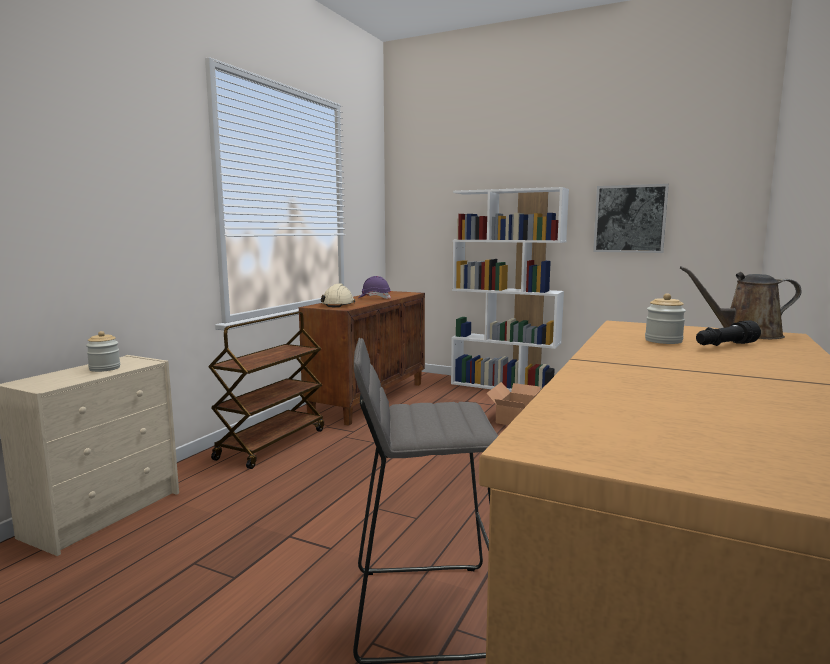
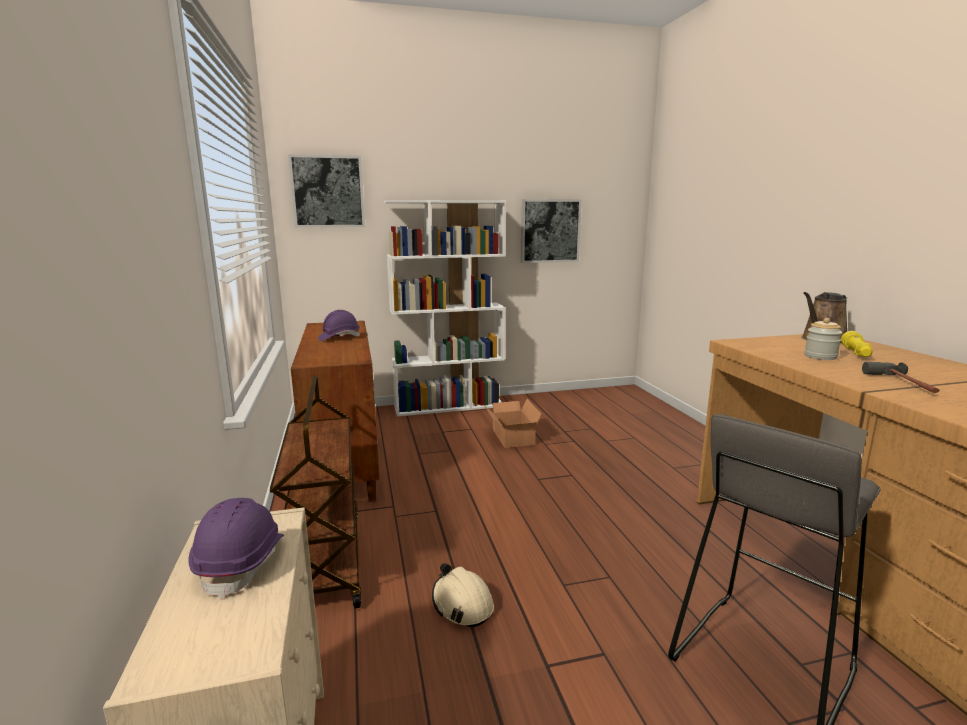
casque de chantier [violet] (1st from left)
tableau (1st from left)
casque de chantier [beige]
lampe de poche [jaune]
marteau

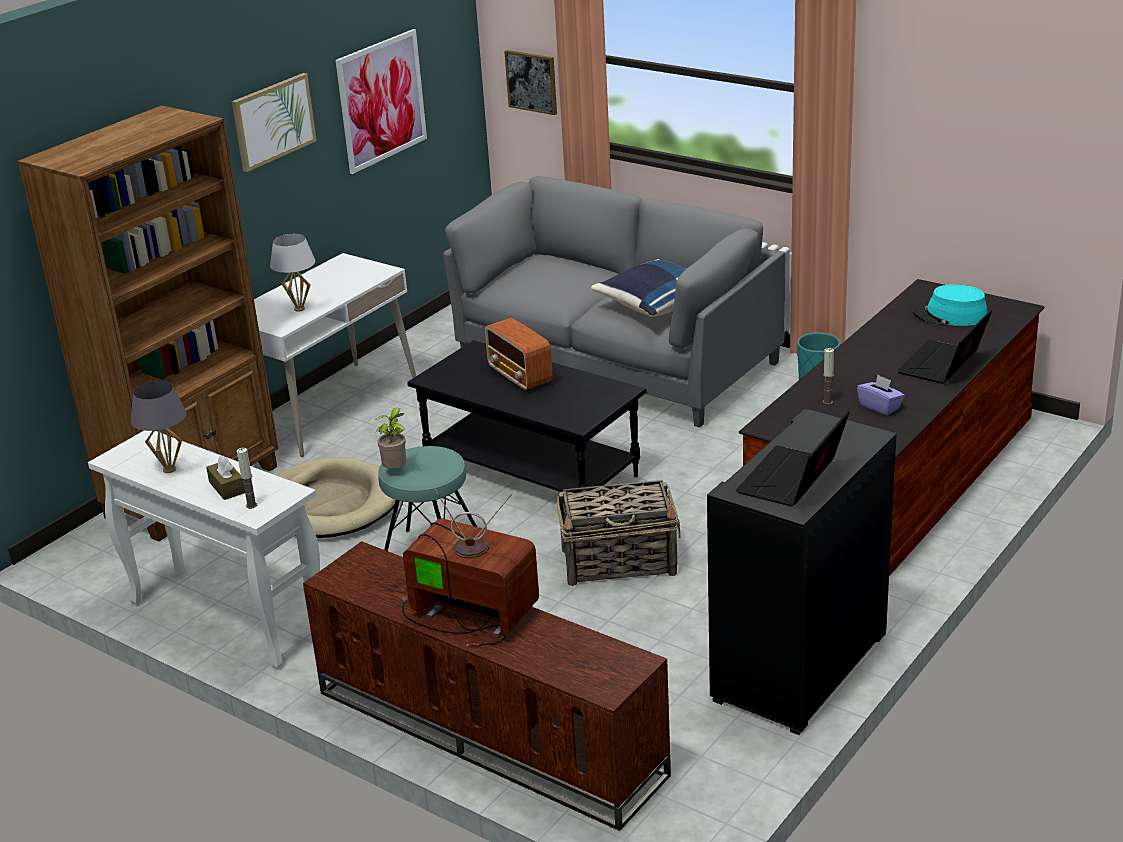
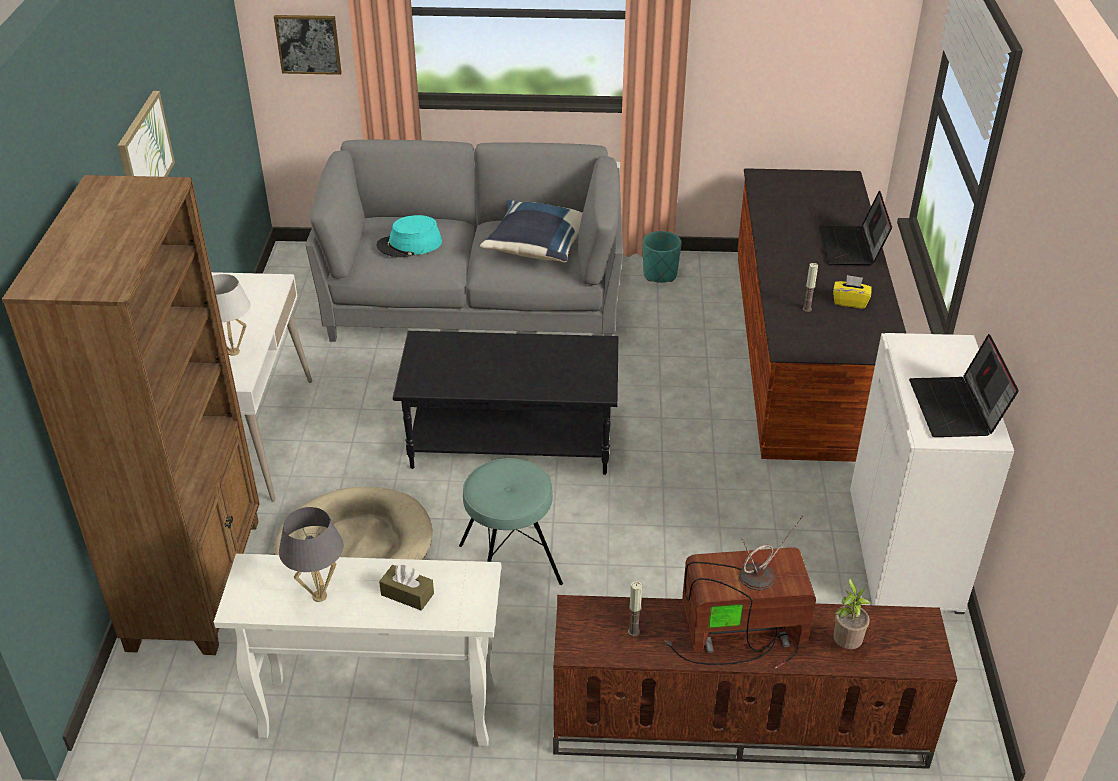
chapeau [turquoise]
bougie (1st from left)
boîte à mouchoirs [jaune]
plante en pot
meuble de rangement [blanc]
tableau (2nd from left in the first image)
radio
panier

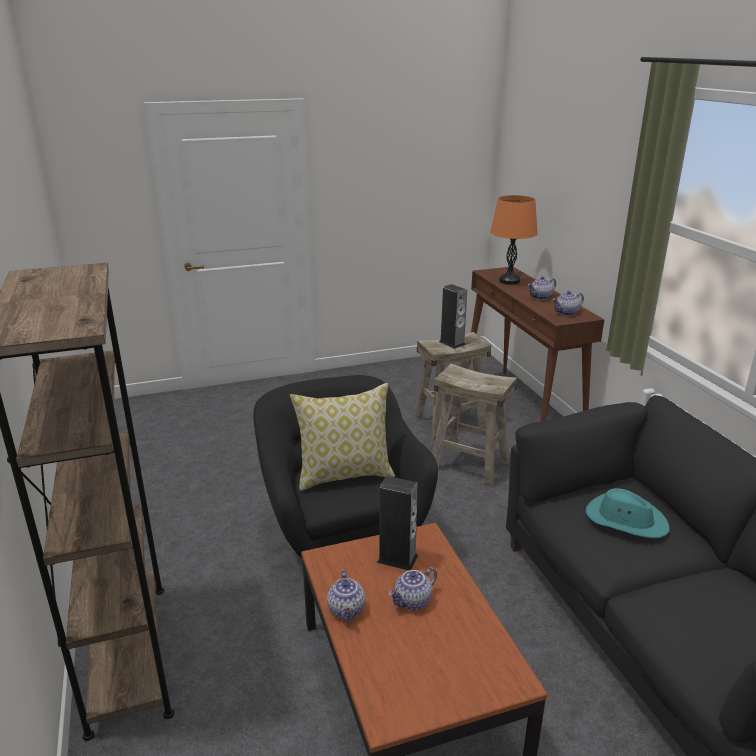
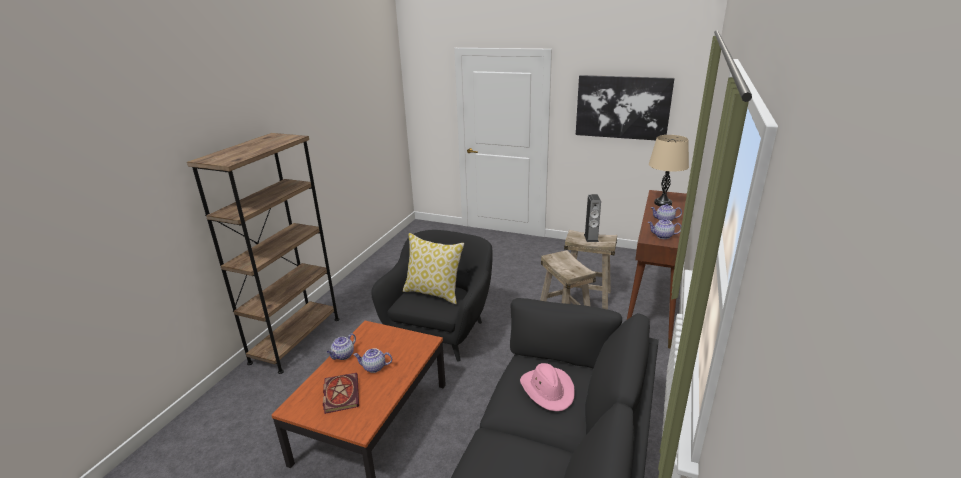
livre
chapeau [rose]
tableau
lampe de table [beige]
enceinte (1st from left in the first image)

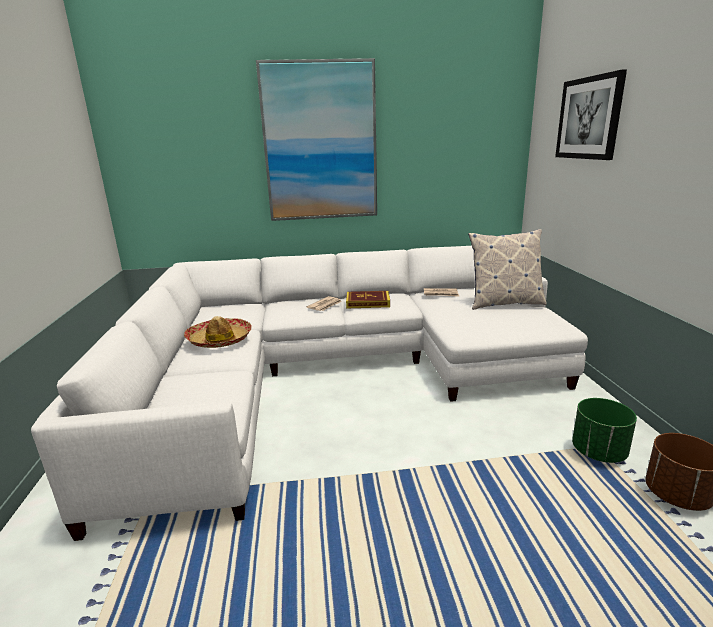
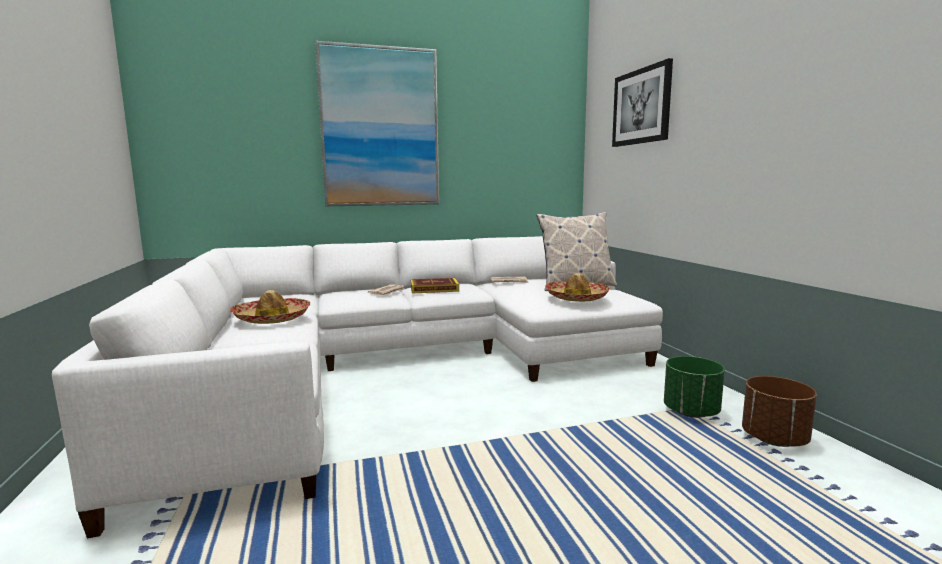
chapeau (2nd from left)

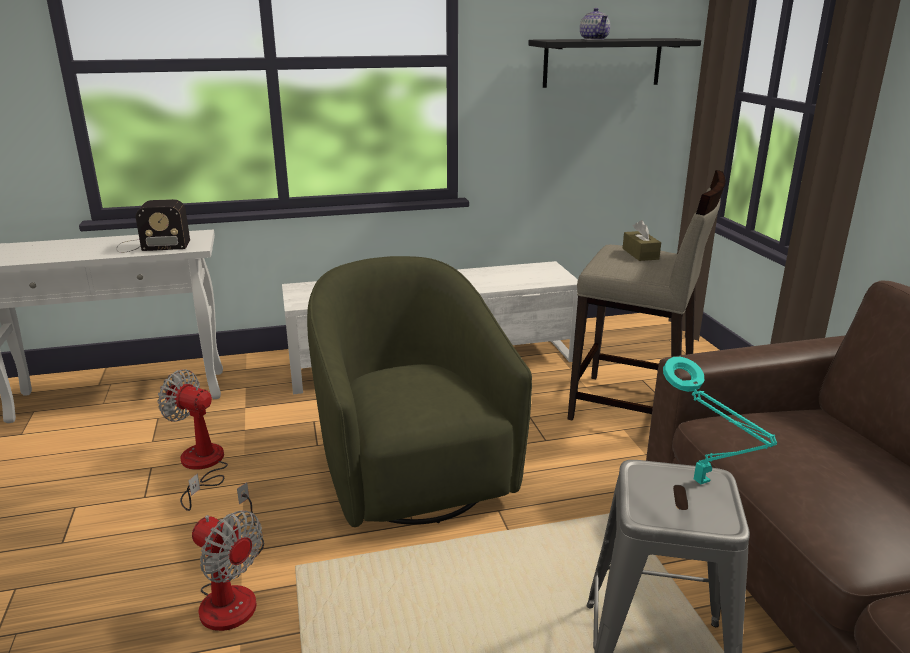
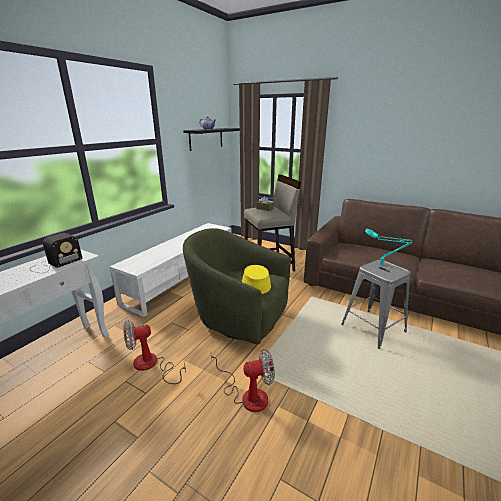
chapeau [jaune]

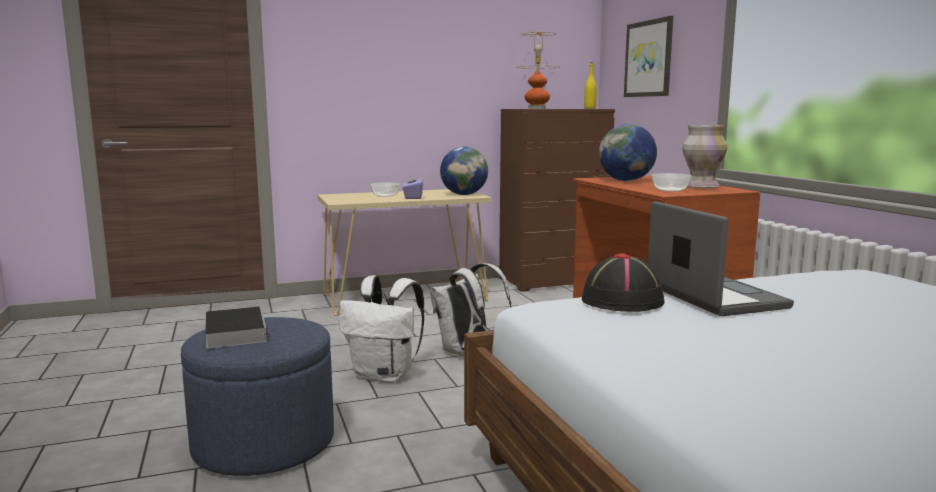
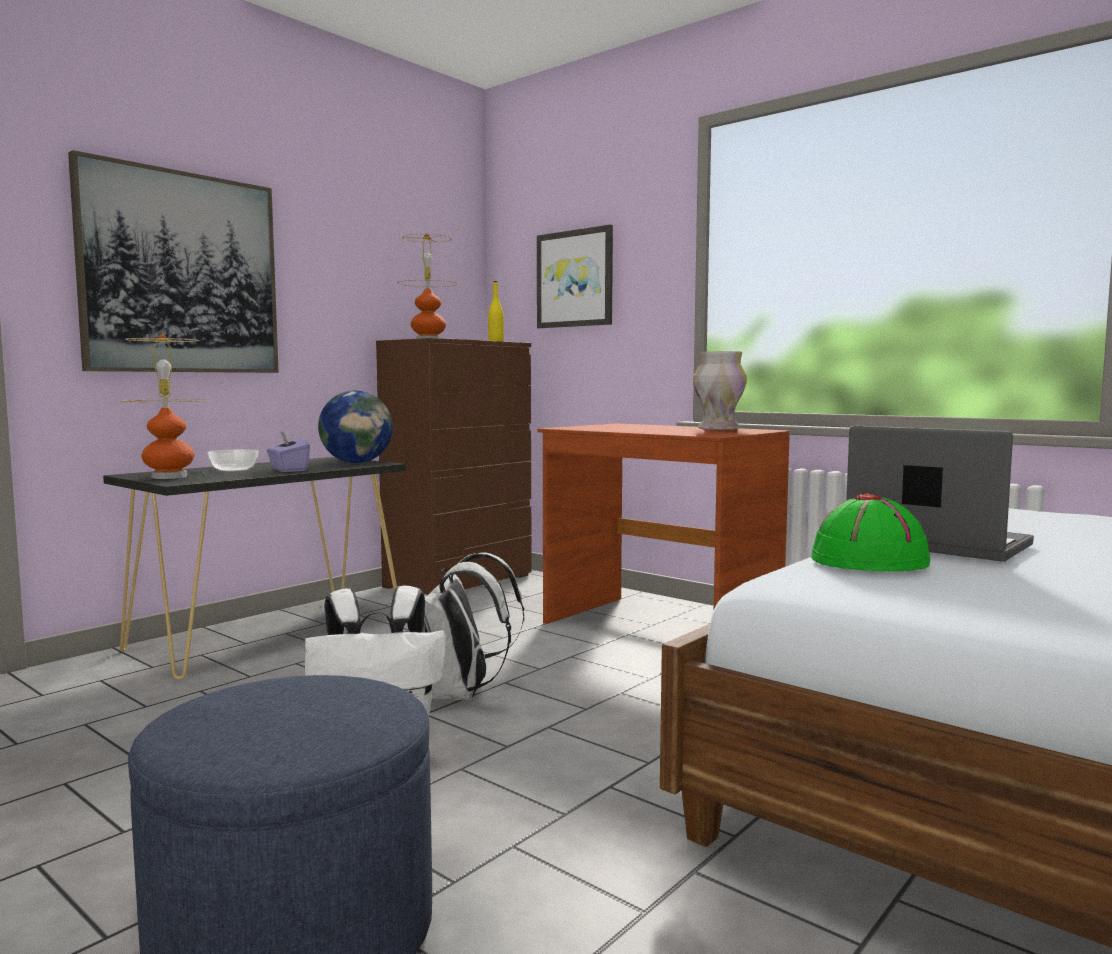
tableau (1st from left)
table console [noir]
lampe de table (1st from left)
chapeau [vert]
livre
globe (2nd from left in the first image)
bol (2nd from left in the first image)

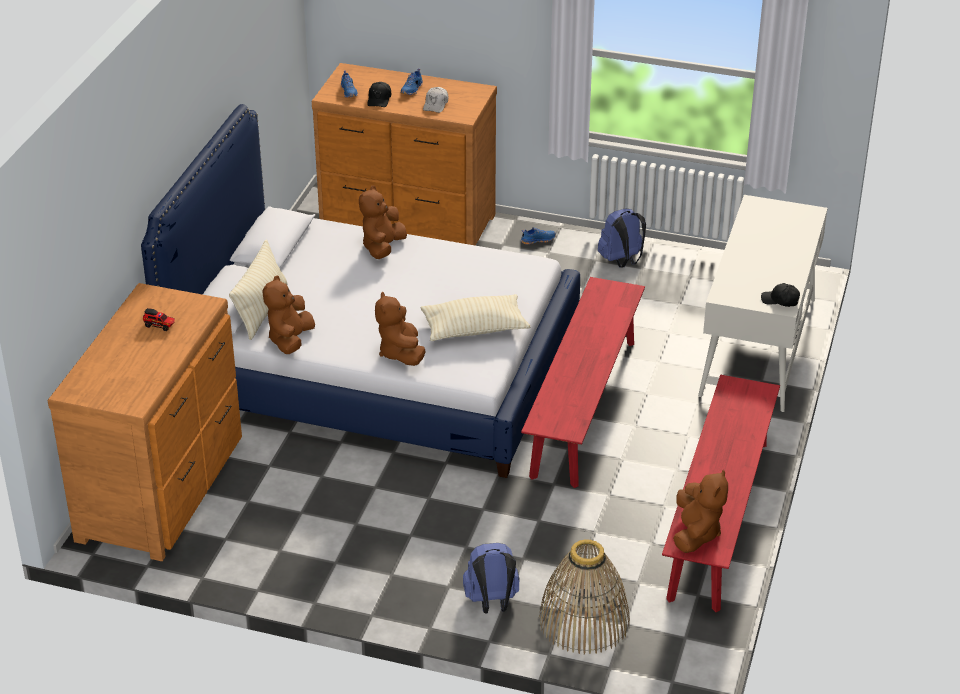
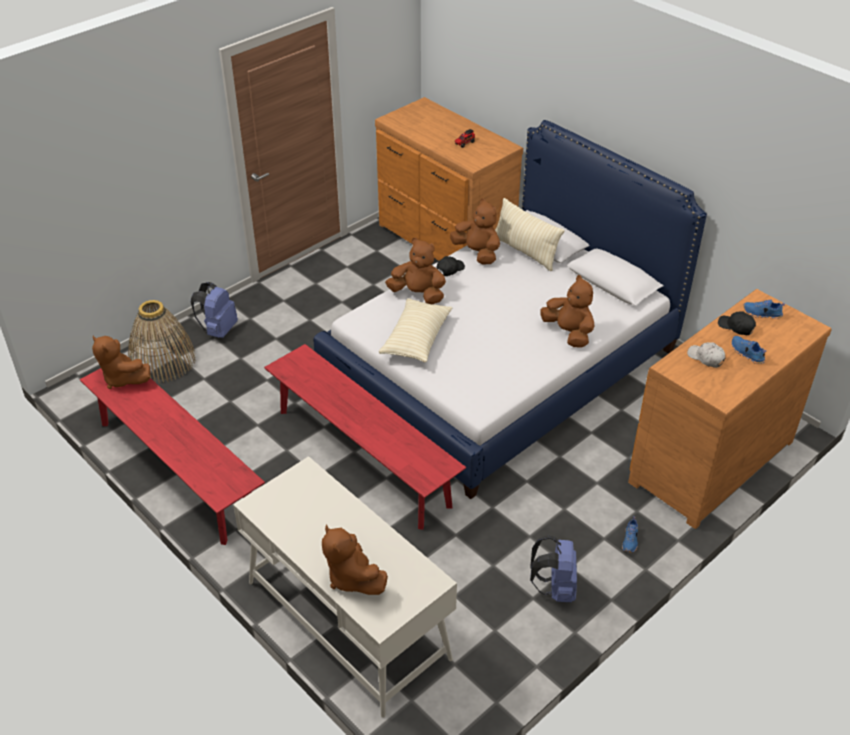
peluche [marron] (2nd from left)
casquette [noir] (1st from left)

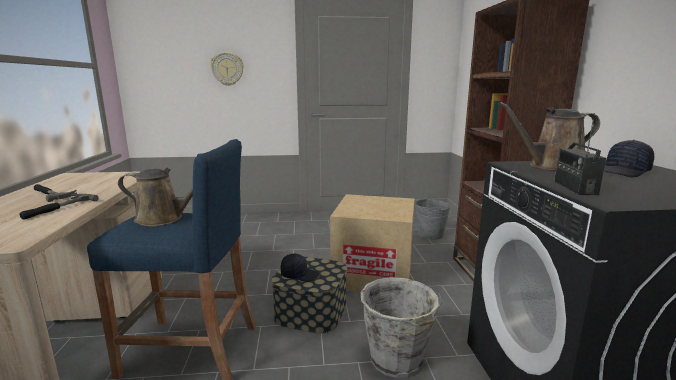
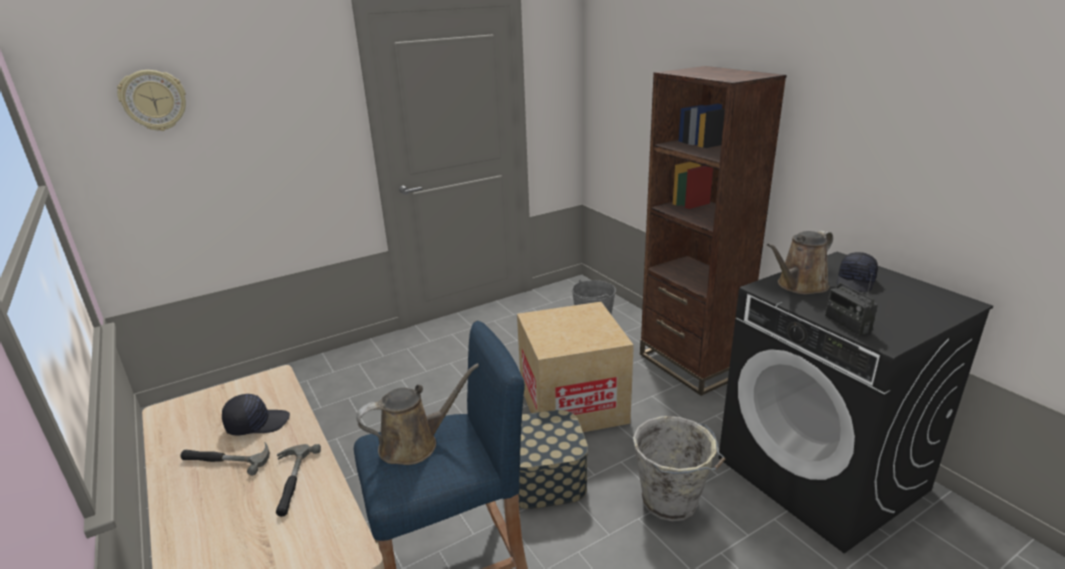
horloge murale
casquette [noir] (1st from left)

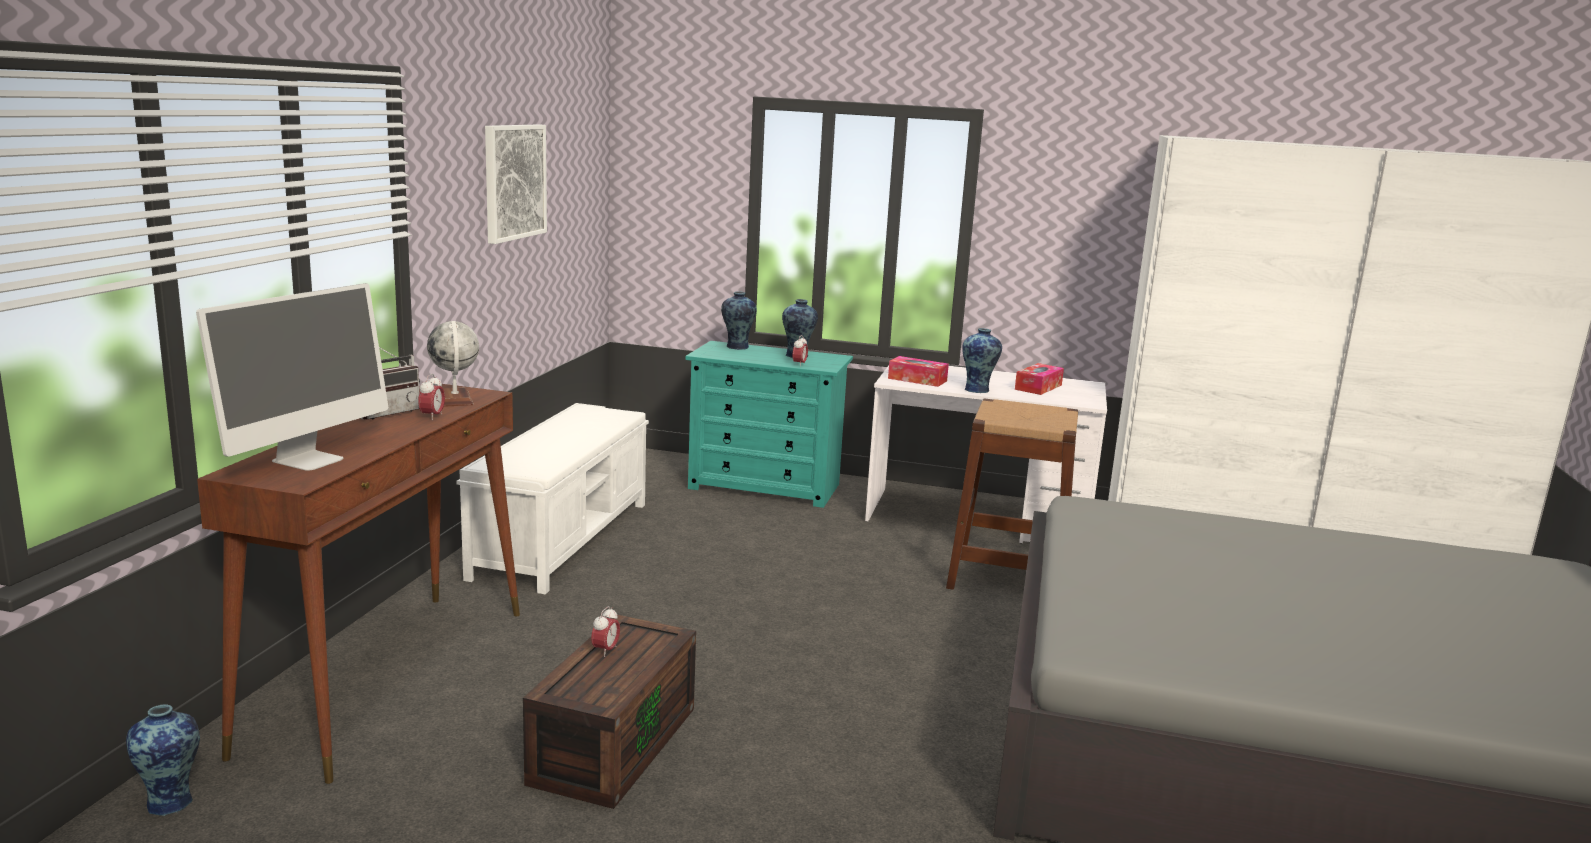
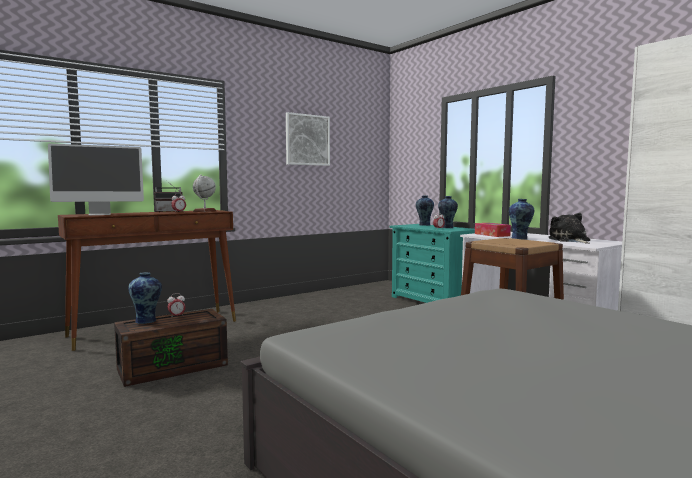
vase (1st from left)
peluche
banc [blanc]

